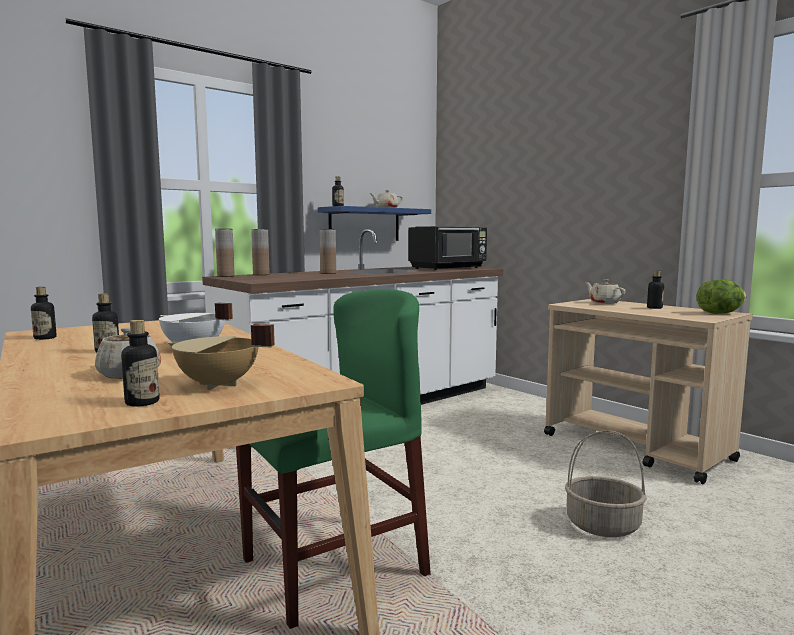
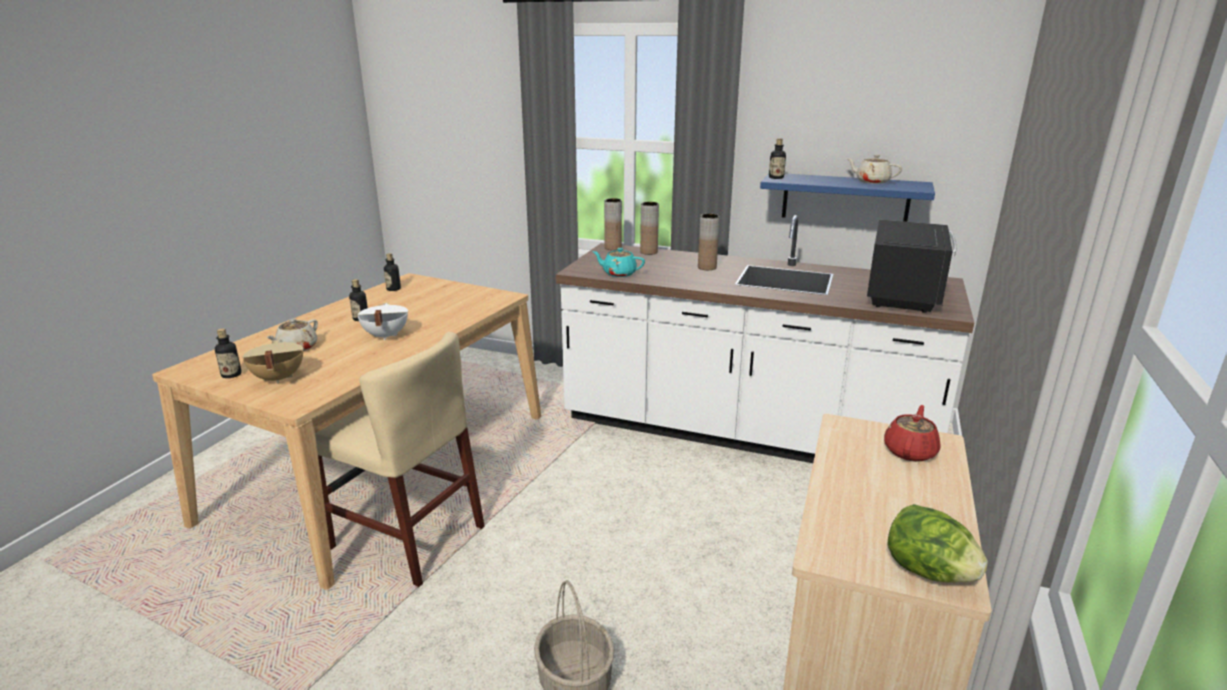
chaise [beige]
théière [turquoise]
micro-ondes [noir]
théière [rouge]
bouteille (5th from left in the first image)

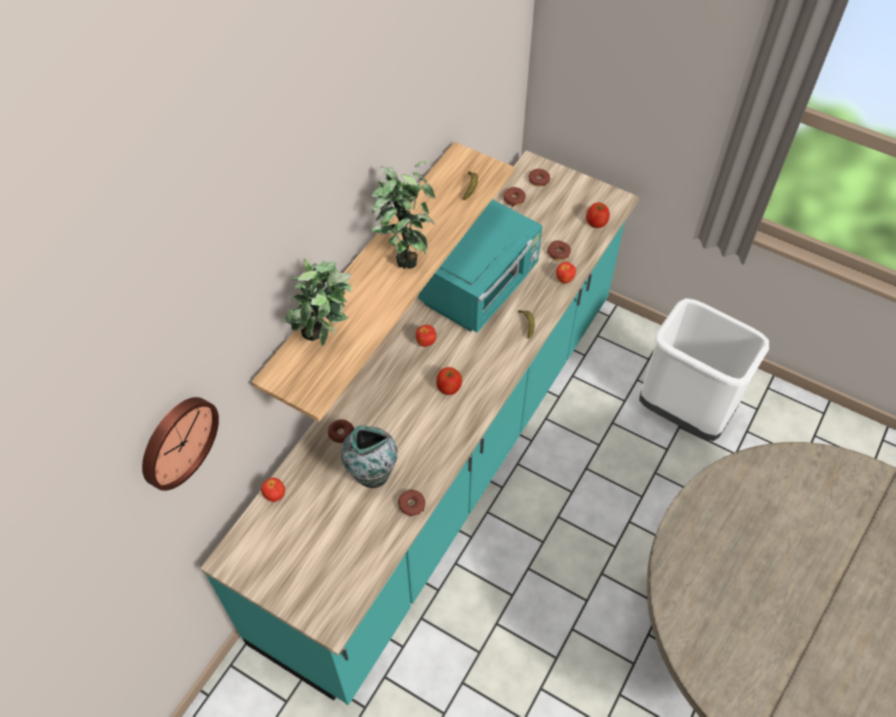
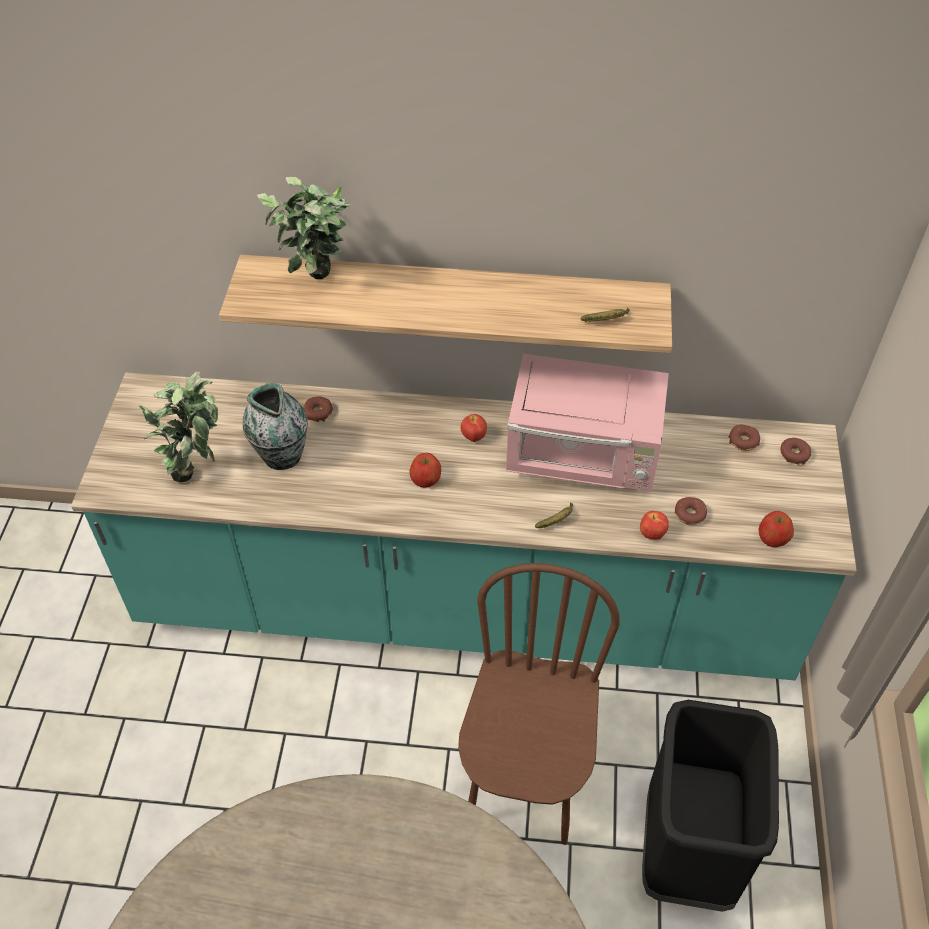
plante en pot (1st from left)
chaise [marron]
micro-ondes [rose]
poubelle [noir]
horloge murale
pomme (1st from left in the first image)
beignet (2nd from left in the first image)

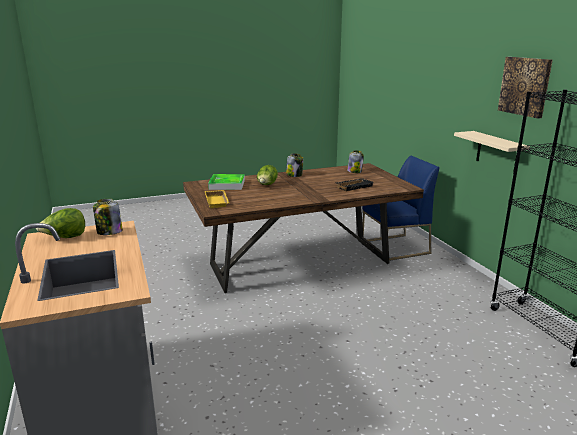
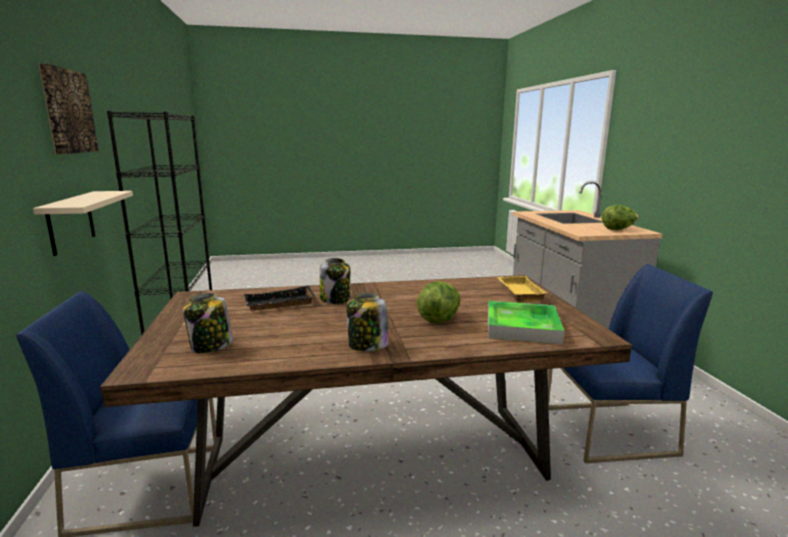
bocal (2nd from left)
chaise [bleu] (2nd from left)

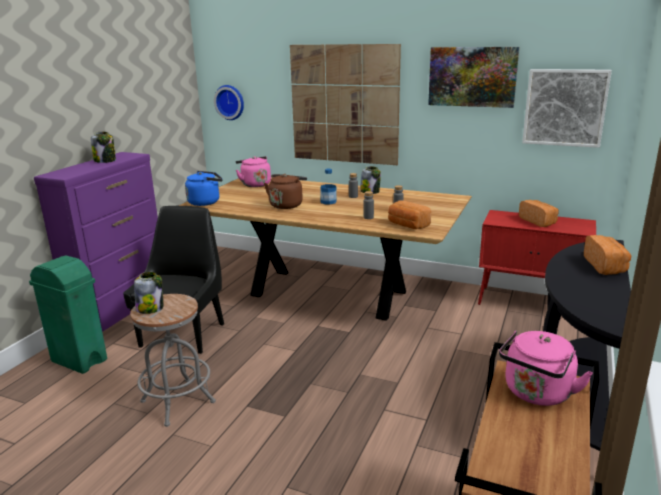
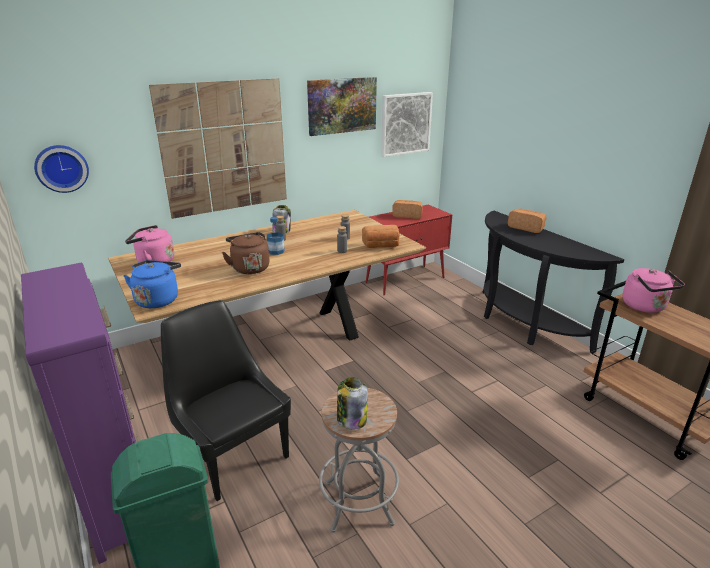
bocal (1st from left in the first image)

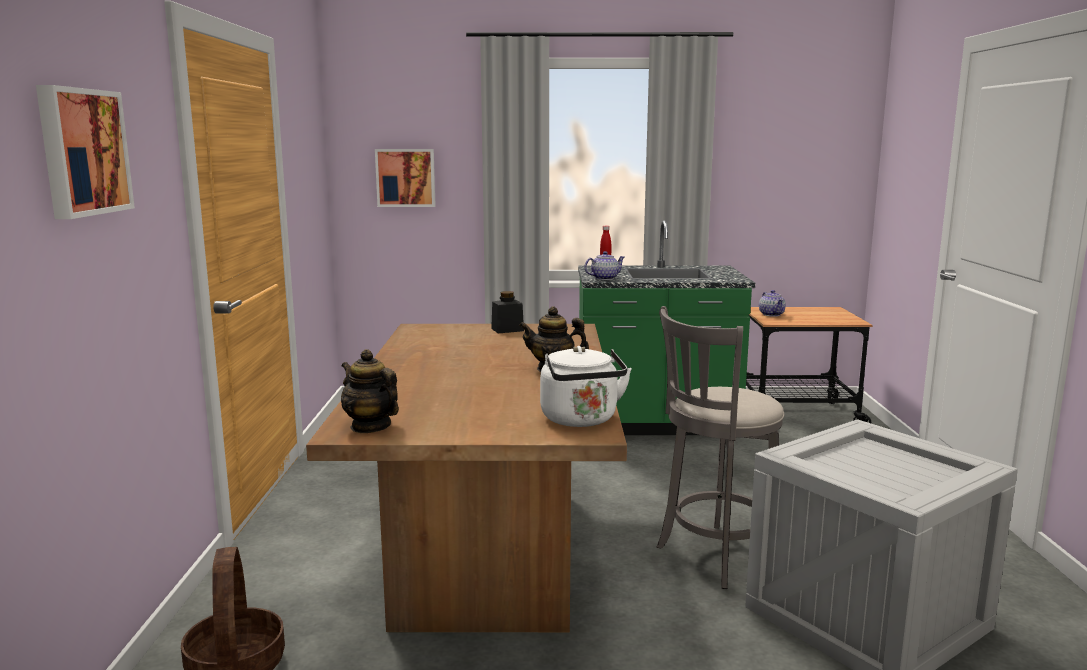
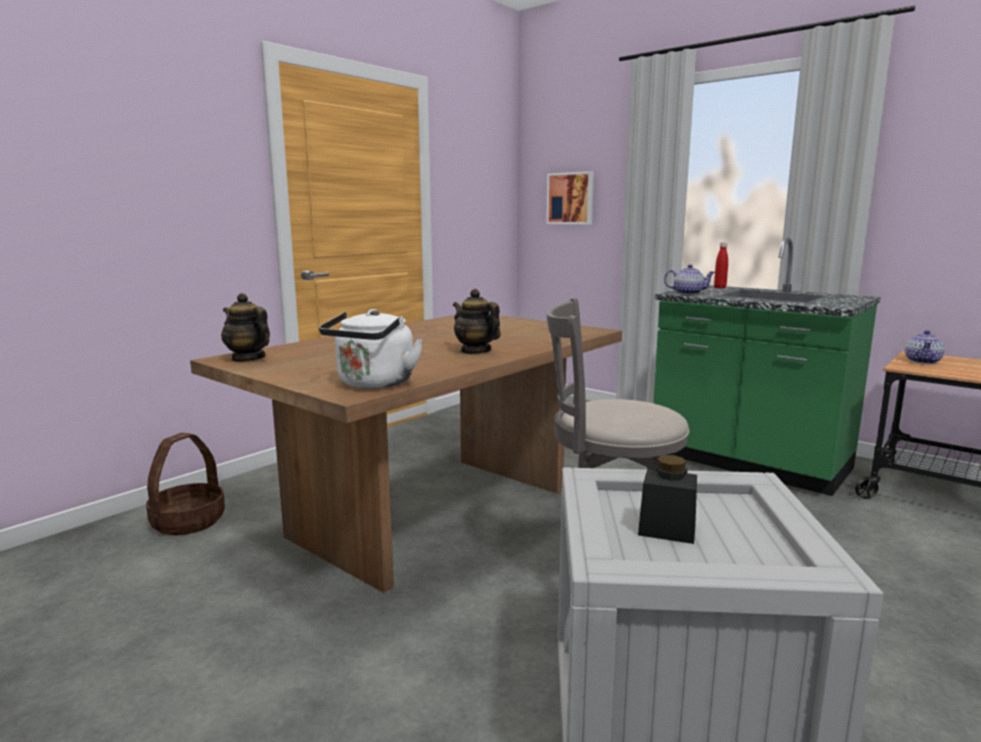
théière (1st from left)
bocal [noir]
tableau (1st from left in the first image)

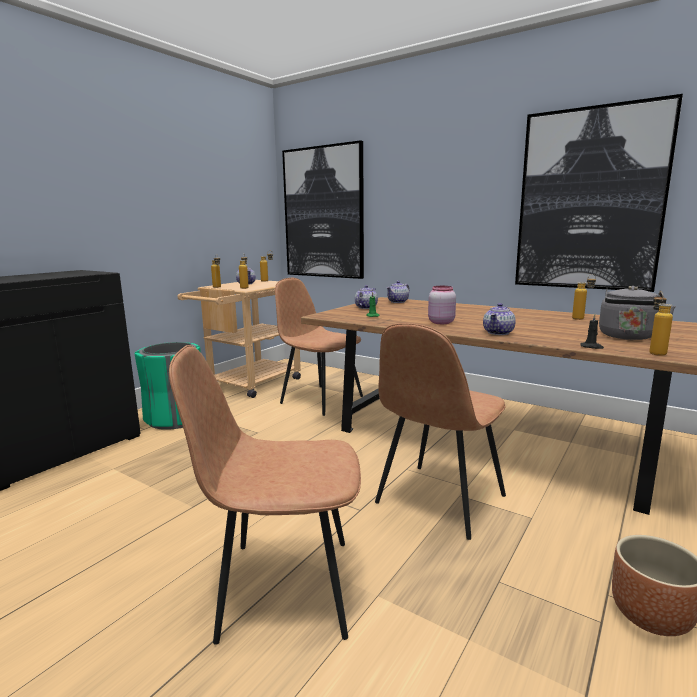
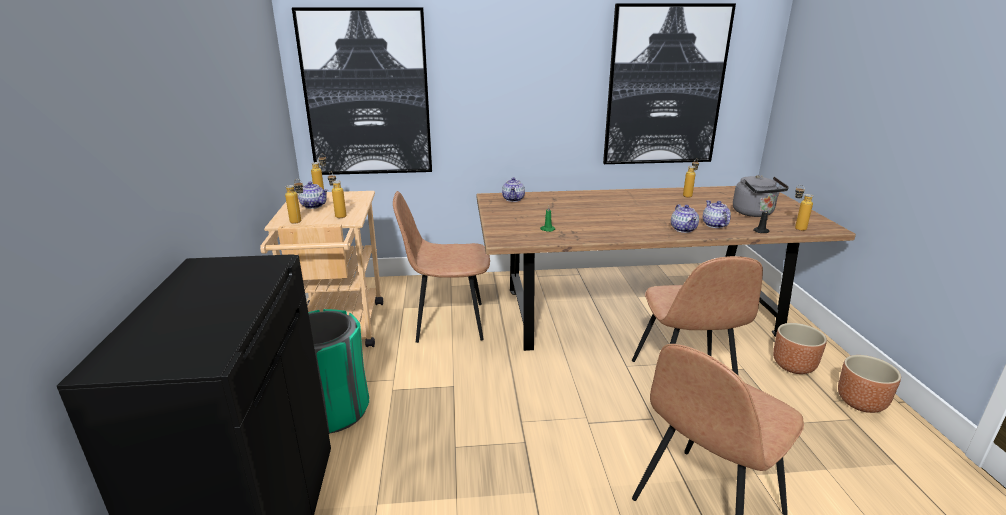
théière (4th from left)
cache-pot [marron] (1st from left)
bocal [rose]

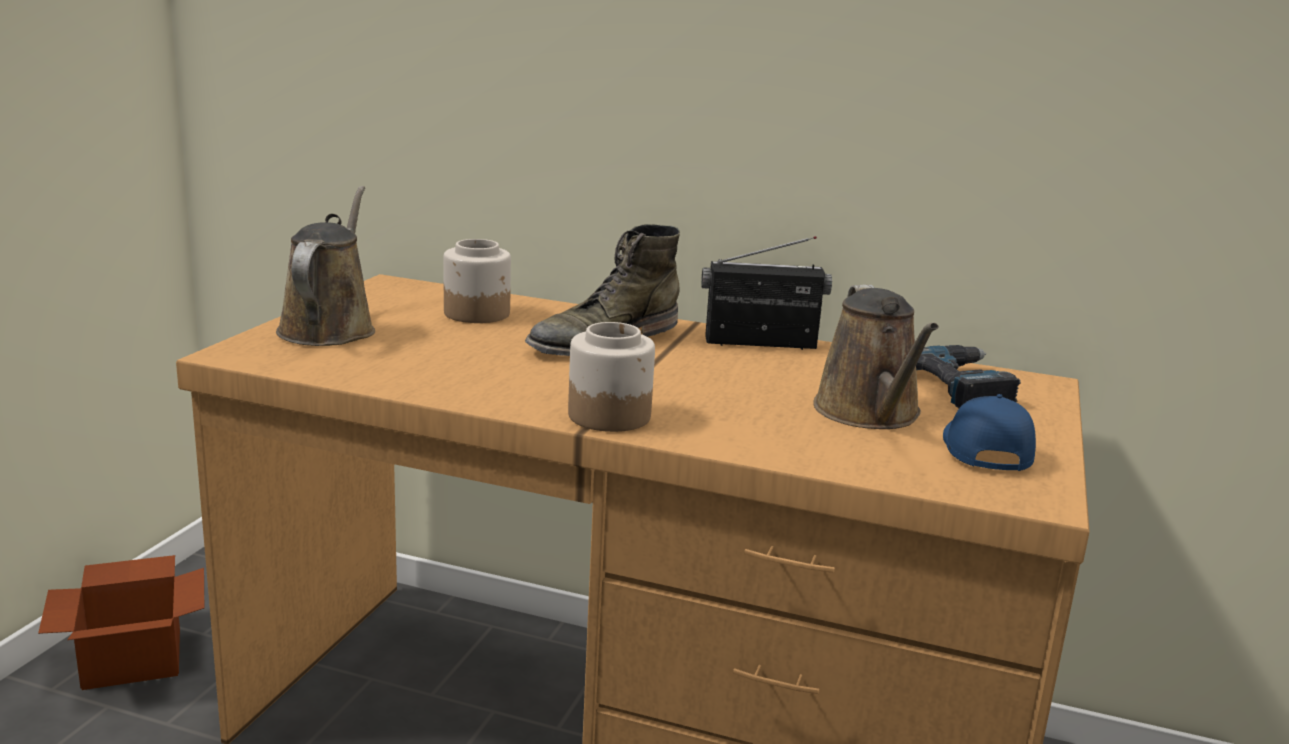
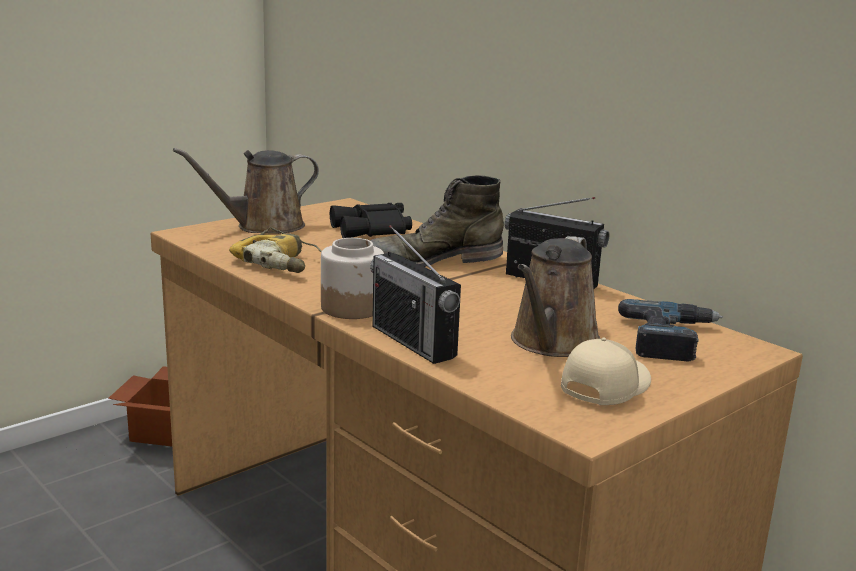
arrosoir [marron] (1st from left)
perceuse (1st from left)
jumelles [noir]
radio (1st from left)
casquette [beige]

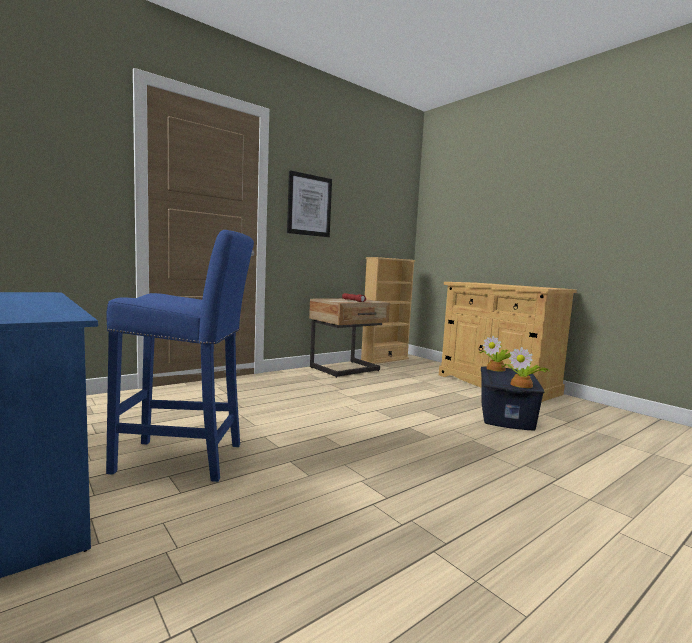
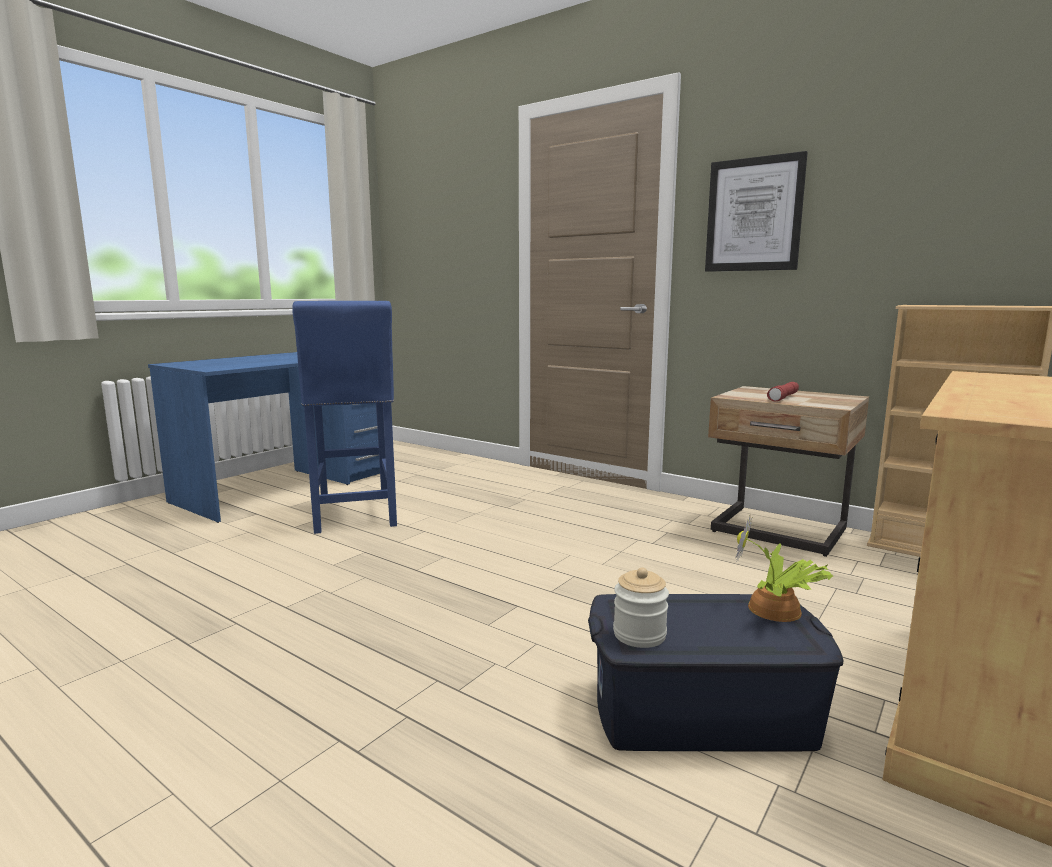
bocal

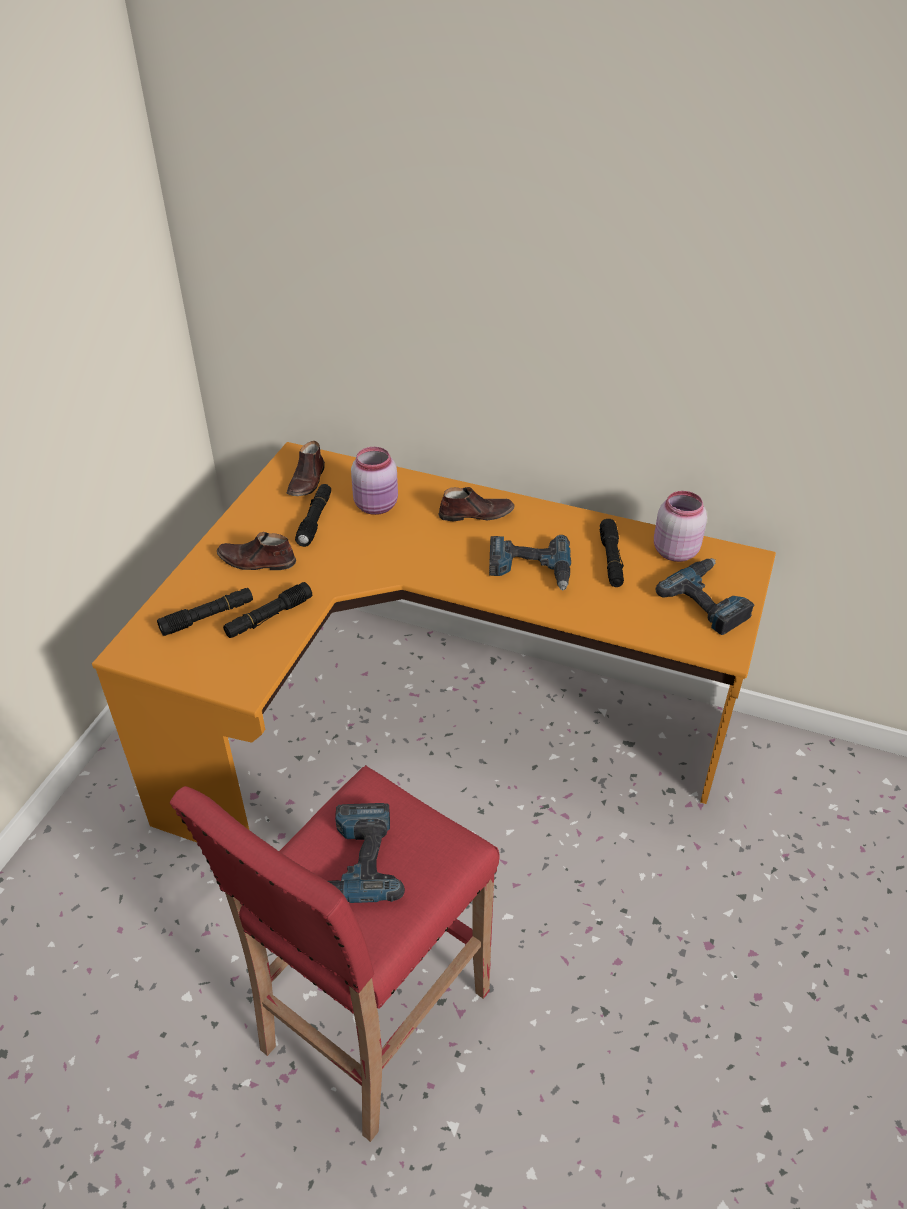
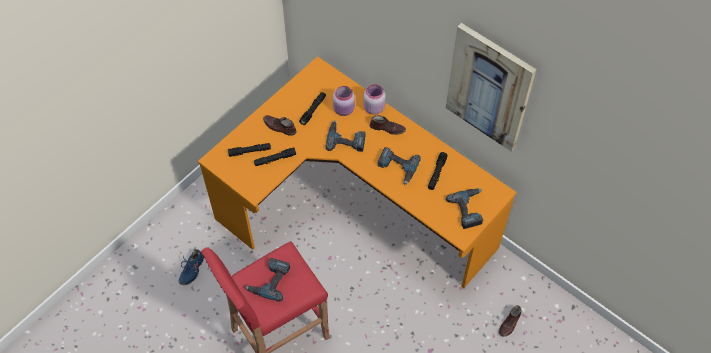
chaussure [bleu]
perceuse (2nd from left)
bocal [rose] (2nd from left)
tableau
chaussure [marron] (3rd from left)

